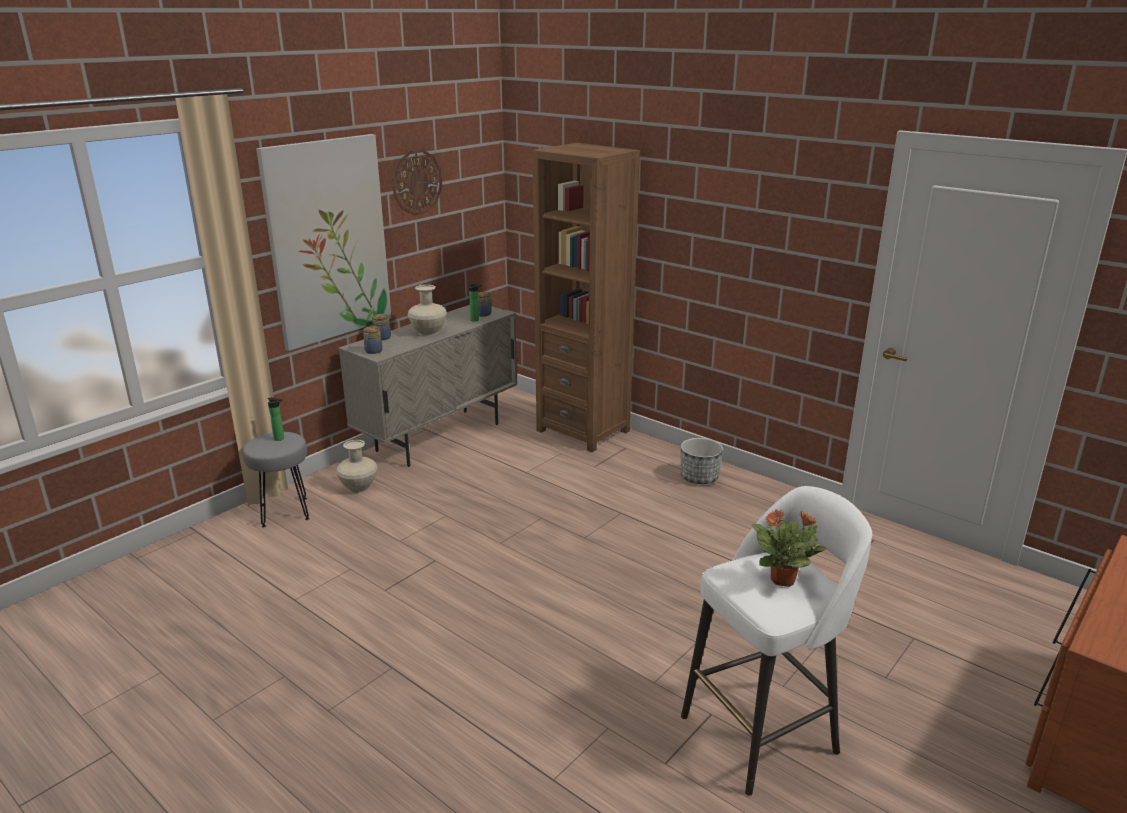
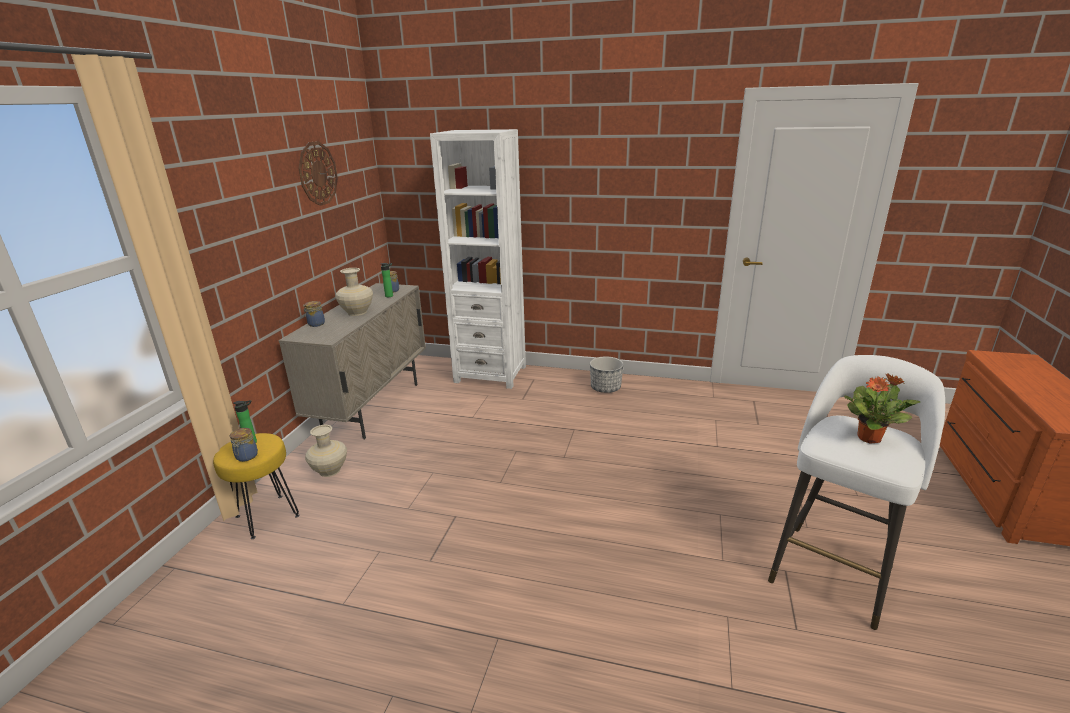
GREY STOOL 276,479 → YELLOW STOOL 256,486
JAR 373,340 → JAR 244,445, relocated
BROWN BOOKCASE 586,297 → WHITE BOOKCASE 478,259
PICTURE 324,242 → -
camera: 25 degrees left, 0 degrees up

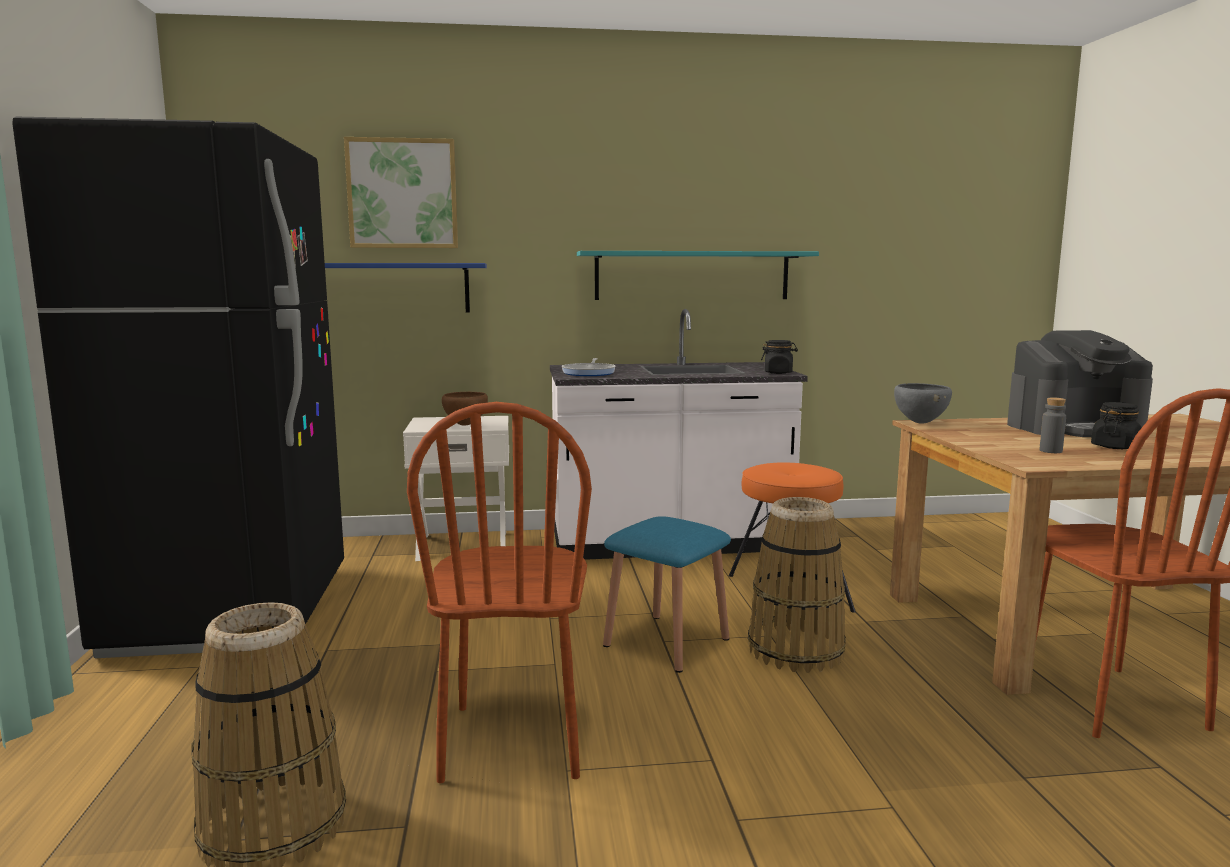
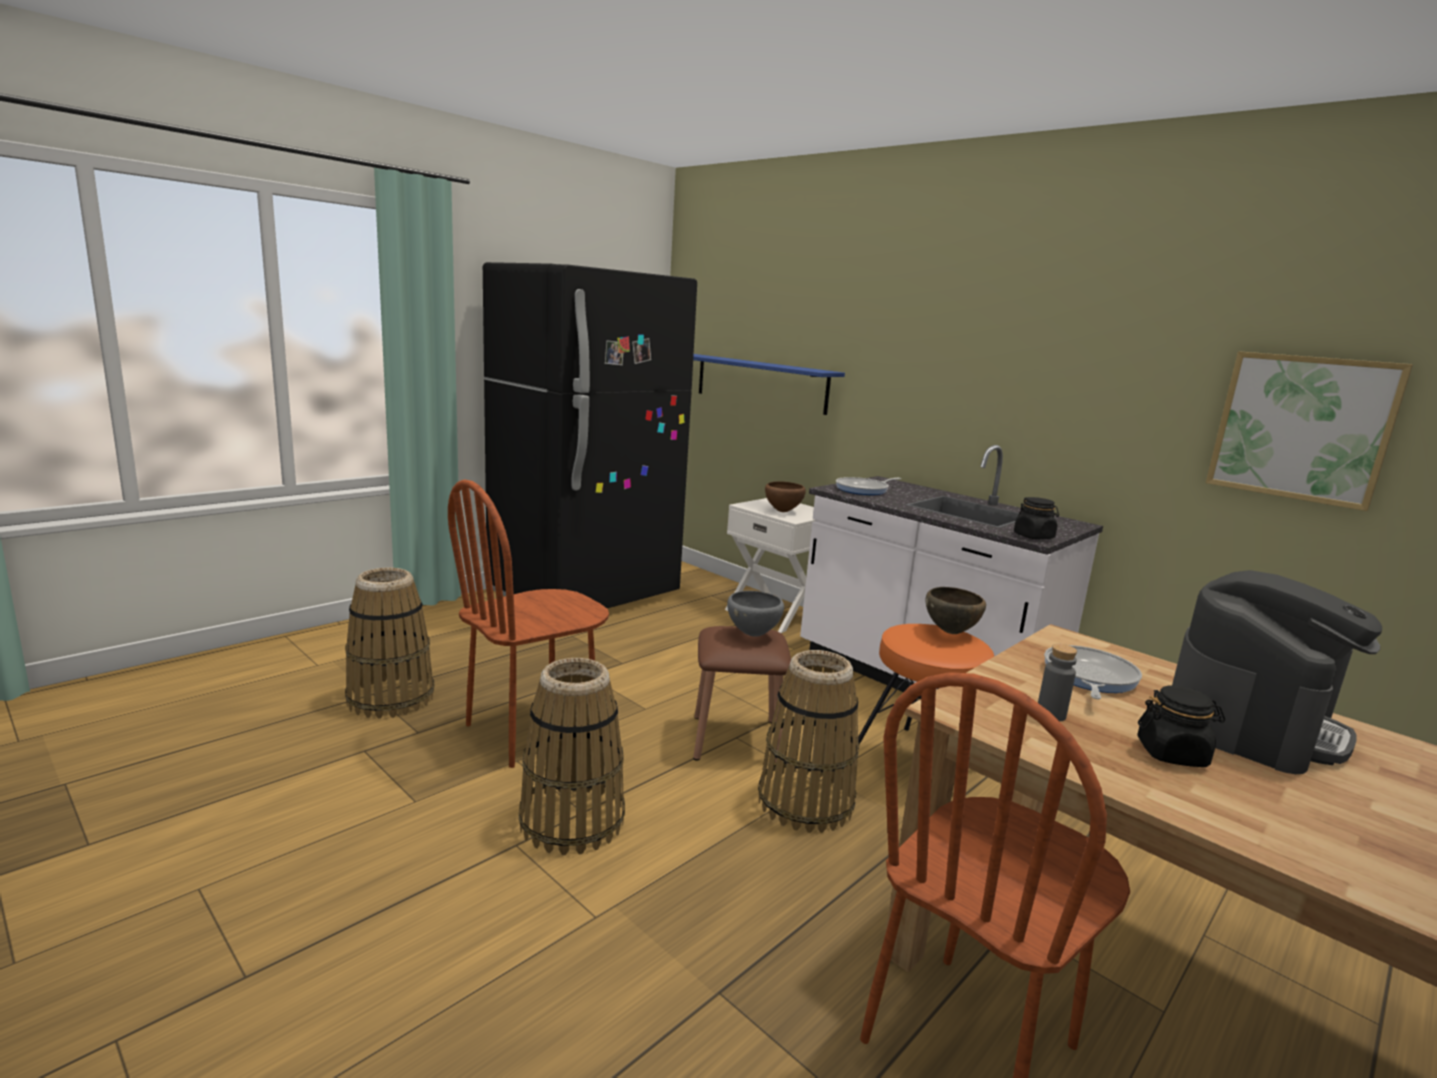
- → BASKET 572,756
BLUE STOOL 667,594 → BROWN STOOL 742,694
GREY BOWL 923,403 → GREY BOWL 755,614, relocated
- → BROWN BOWL 956,610
- → FRYING PAN 1093,672
COFFEE MACHINE 1080,383 → COFFEE MACHINE 1277,672, 90 degrees counterclockwise
PICTURE 401,192 → PICTURE 1309,431, relocated
TURQUOISE SHELF 698,275 → -
camera: 50 degrees right, 5 degrees up

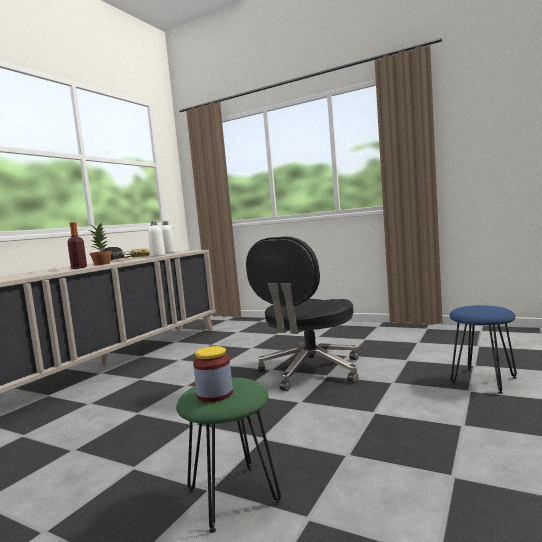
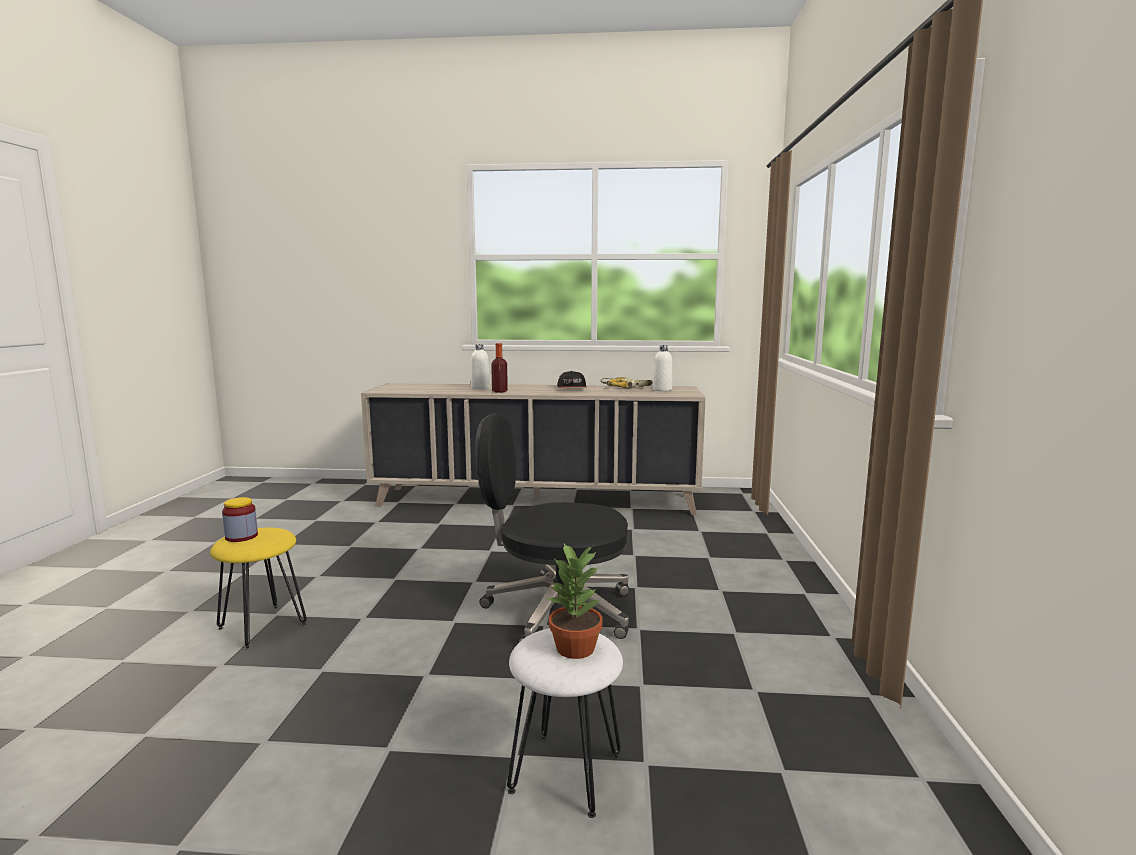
GREEN STOOL 228,455 → YELLOW STOOL 258,588
WHITE BOTTLE 156,239 → WHITE BOTTLE 480,366, relocated
BLUE STOOL 483,349 → WHITE STOOL 565,723
POTTED PLANT 101,244 → POTTED PLANT 575,601, relocated
camera: 65 degrees right, 5 degrees up

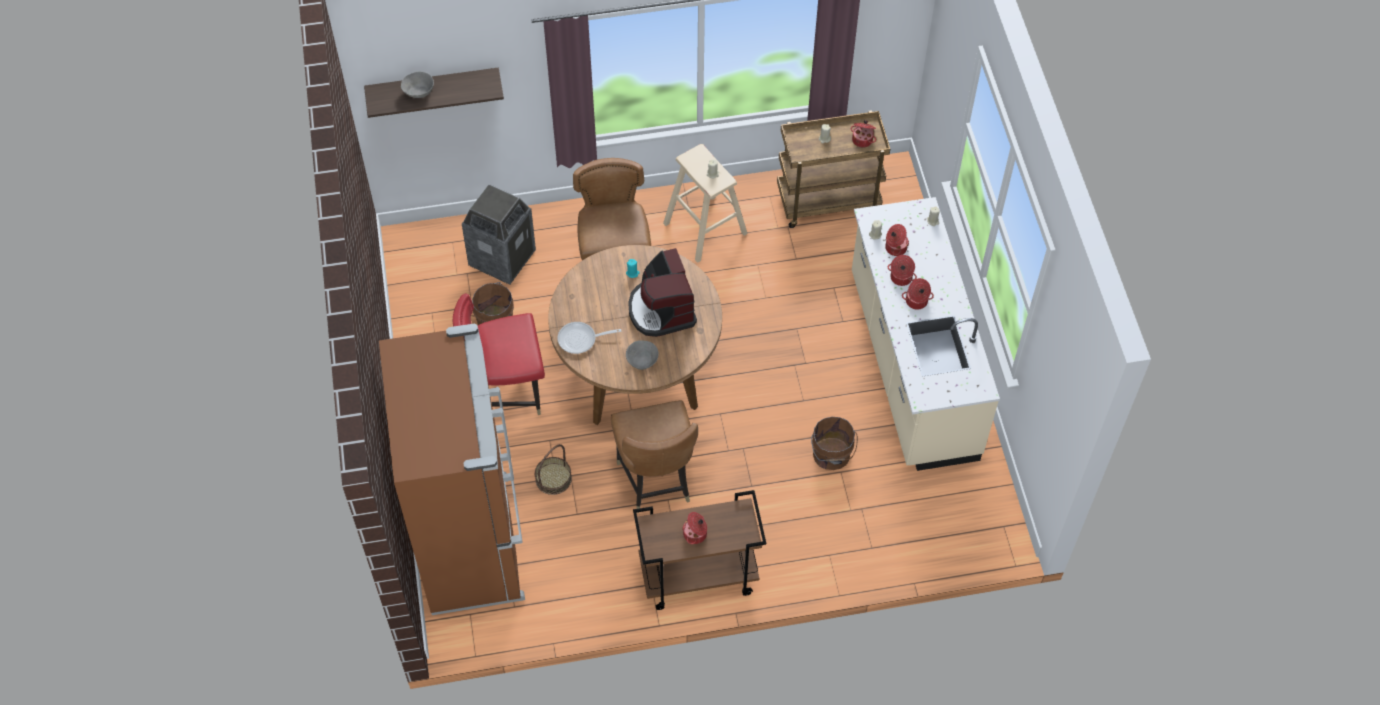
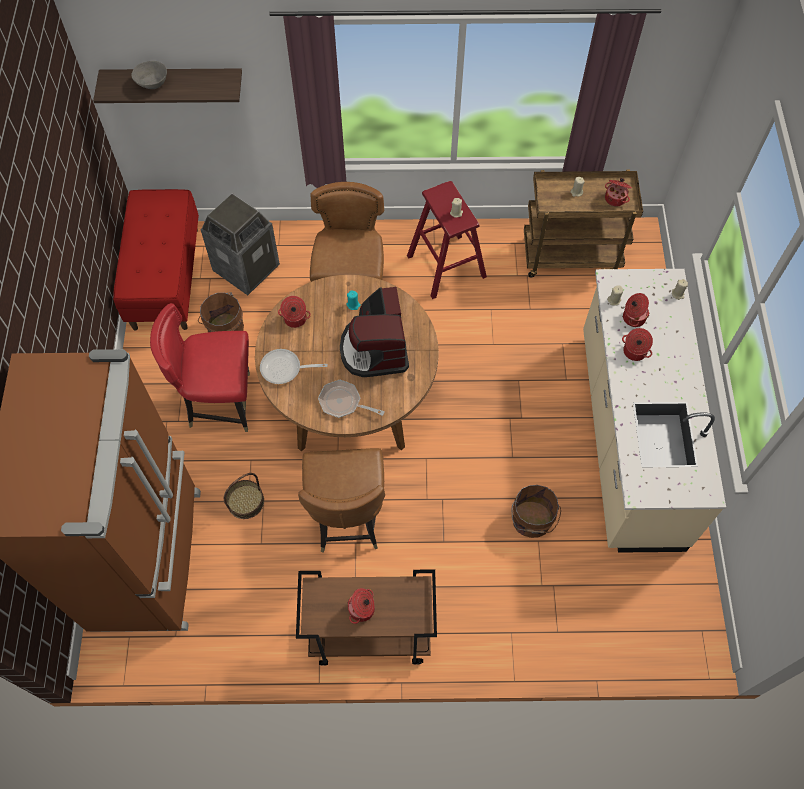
- → RED BENCH 156,259
COOKING POT 918,294 → COOKING POT 294,312, relocated
GREY BOWL 642,355 → FRYING PAN 351,399
BEIGE STOOL 705,203 → RED STOOL 447,240
camera: 10 degrees right, 5 degrees up

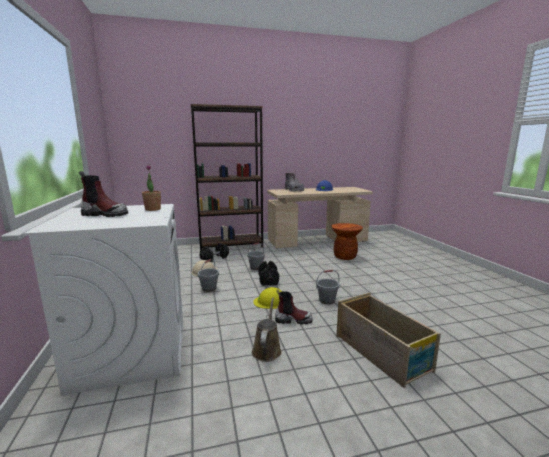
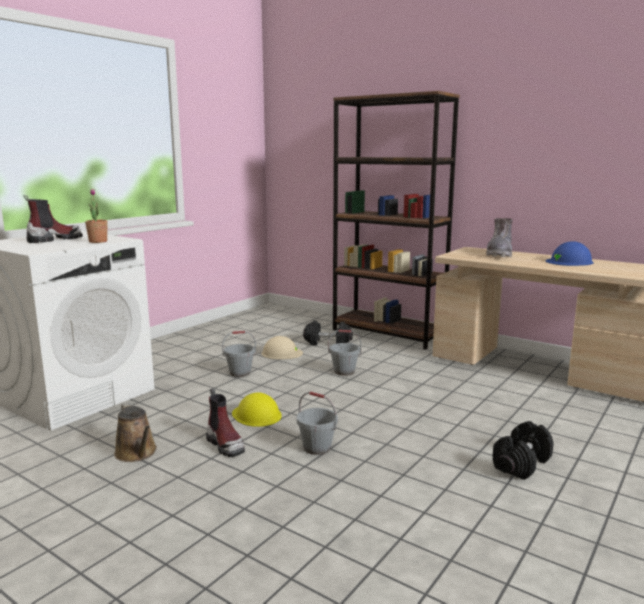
BOOT 103,194 → BOOT 53,219, 105 degrees counterclockwise
BROWN WATERING CAN 267,330 → BROWN WATERING CAN 135,432, 90 degrees clockwise
BLACK DUMBBELL 268,273 → BLACK DUMBBELL 523,450, relocated
BROWN STOOL 347,241 → -
CRATE 388,340 → -
camera: 50 degrees right, 0 degrees up

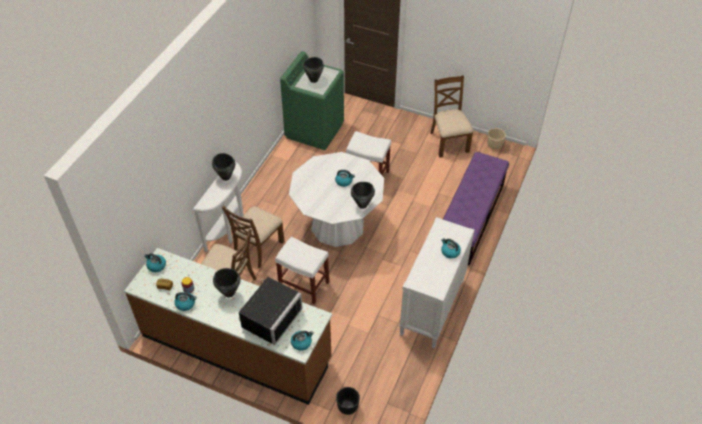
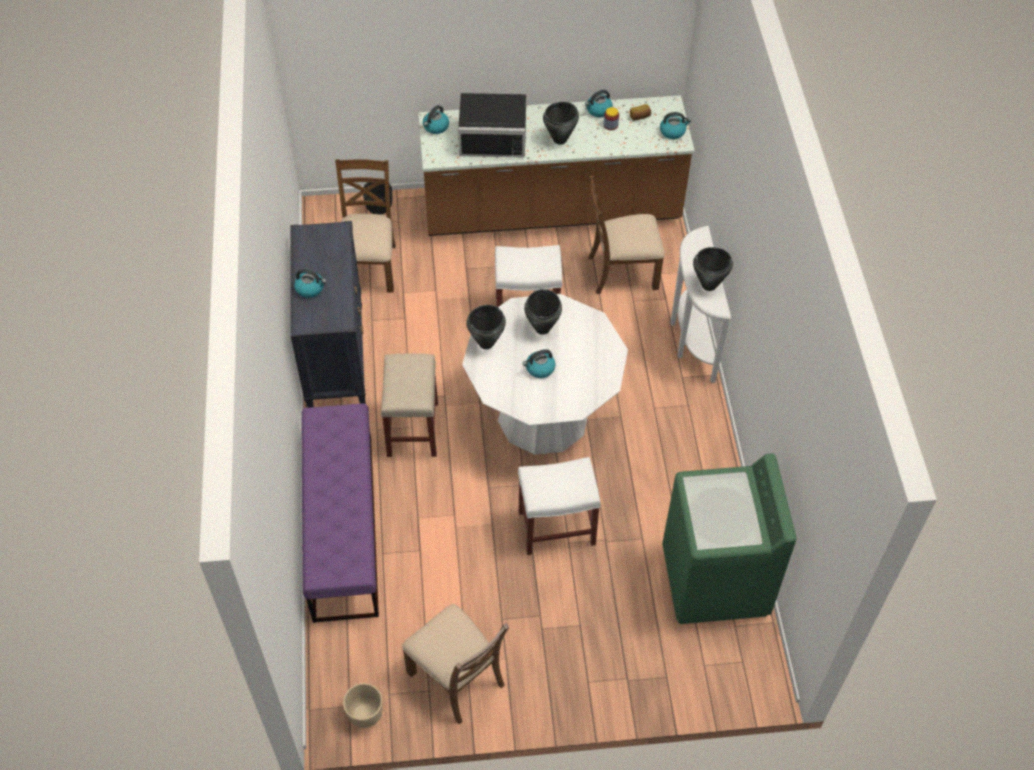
WHITE DRESSER 436,283 → BLACK DRESSER 328,314
BROWN CHAIR 253,237 → BROWN CHAIR 365,226, relocated
- → BEIGE STOOL 409,405
BLACK MICROWAVE 271,311 → BLACK MICROWAVE 492,125, 90 degrees counterclockwise
BLACK COOKING POT 313,70 → BLACK COOKING POT 543,312, relocated
camera: 150 degrees right, 5 degrees up

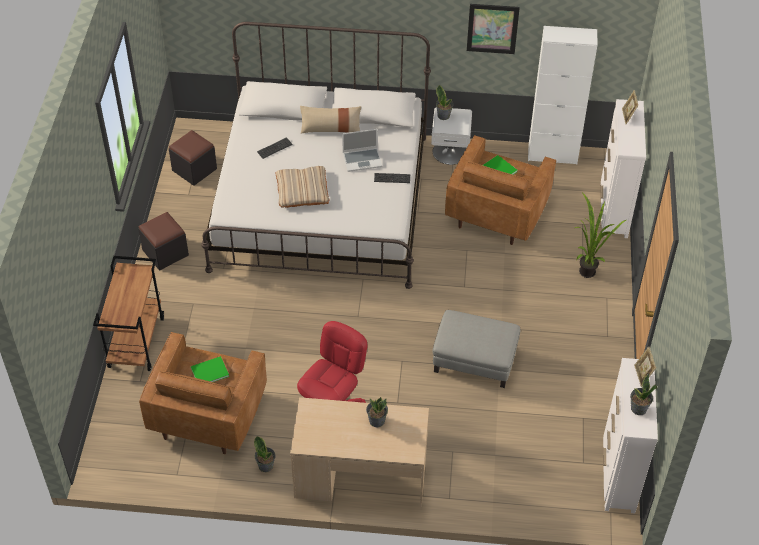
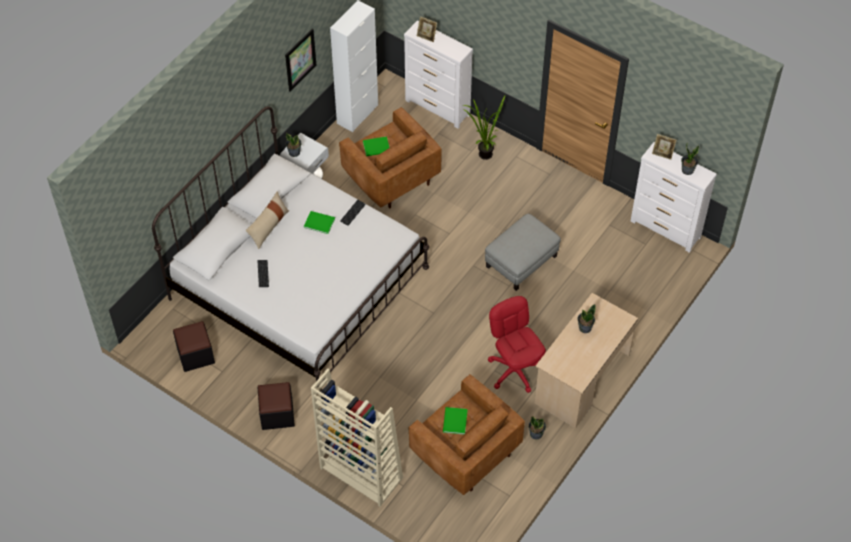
LAPTOP 362,150 → GREEN BOOK 319,222
BROWN CART 128,313 → BEIGE BOOKCASE 357,437
BEIGE PILLOW 302,187 → -
camera: 60 degrees left, 5 degrees up

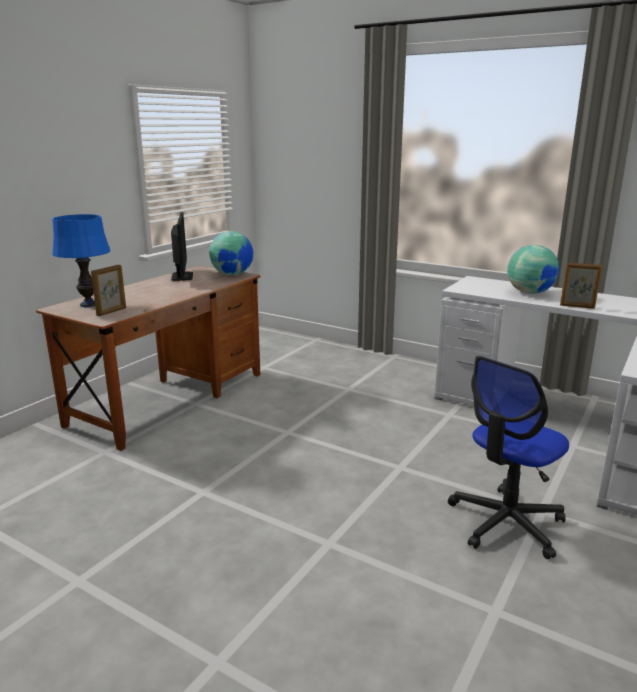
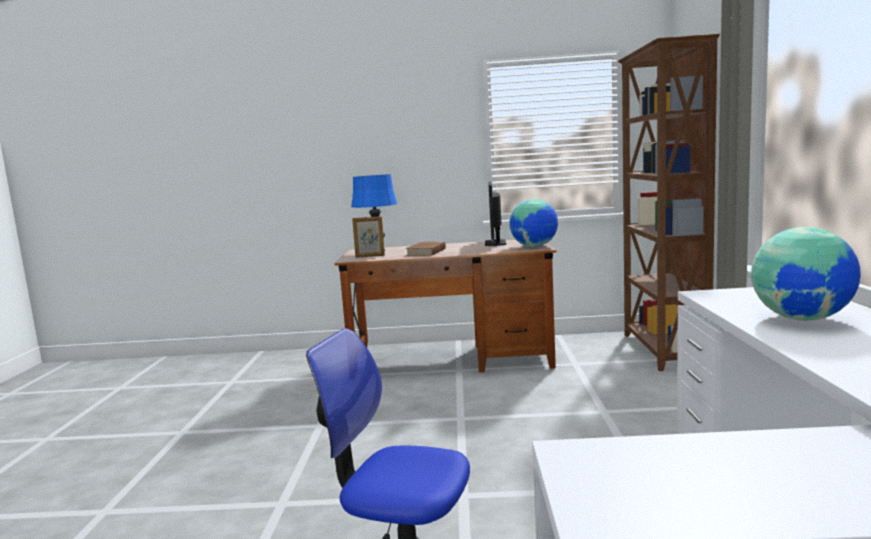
- → BROWN BOOK 425,249
MONITOR 182,246 → MONITOR 495,214, 135 degrees clockwise
- → BROWN BOOKCASE 668,202
PICTURE FRAME 581,285 → -
camera: 60 degrees right, 10 degrees down

